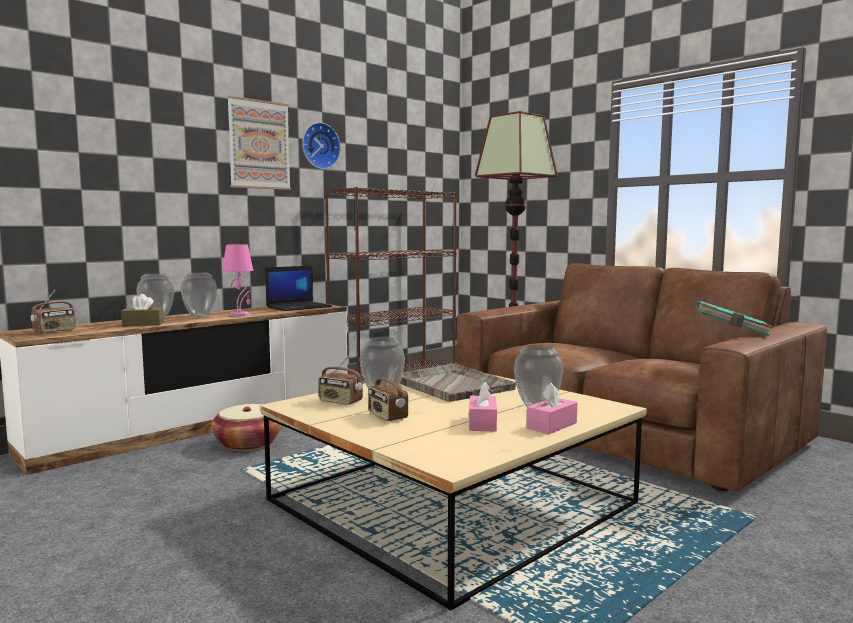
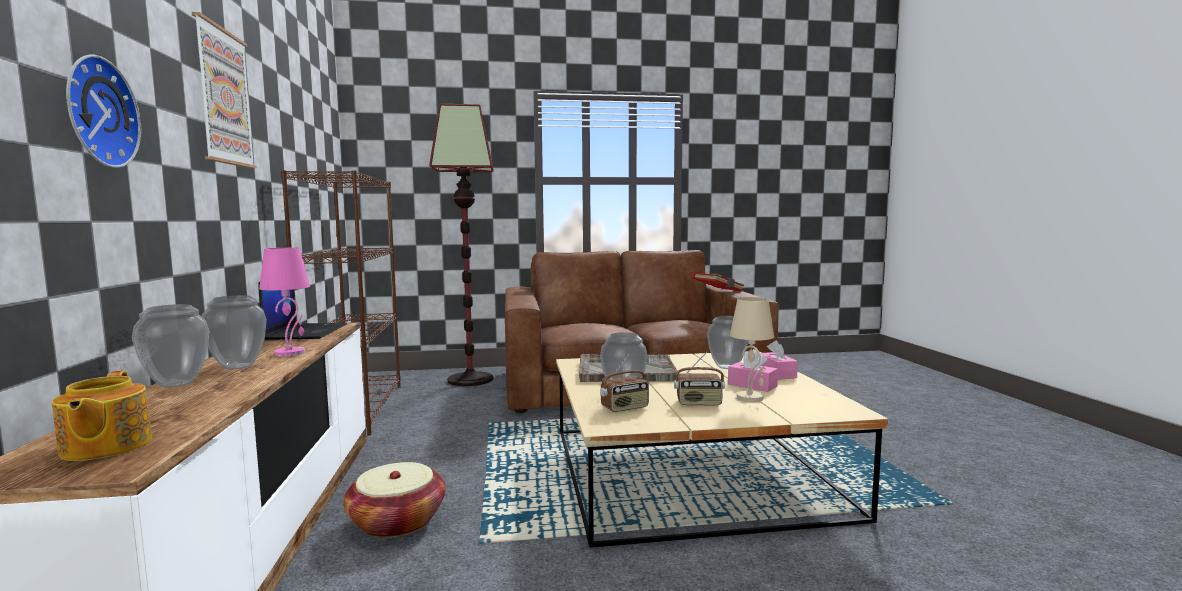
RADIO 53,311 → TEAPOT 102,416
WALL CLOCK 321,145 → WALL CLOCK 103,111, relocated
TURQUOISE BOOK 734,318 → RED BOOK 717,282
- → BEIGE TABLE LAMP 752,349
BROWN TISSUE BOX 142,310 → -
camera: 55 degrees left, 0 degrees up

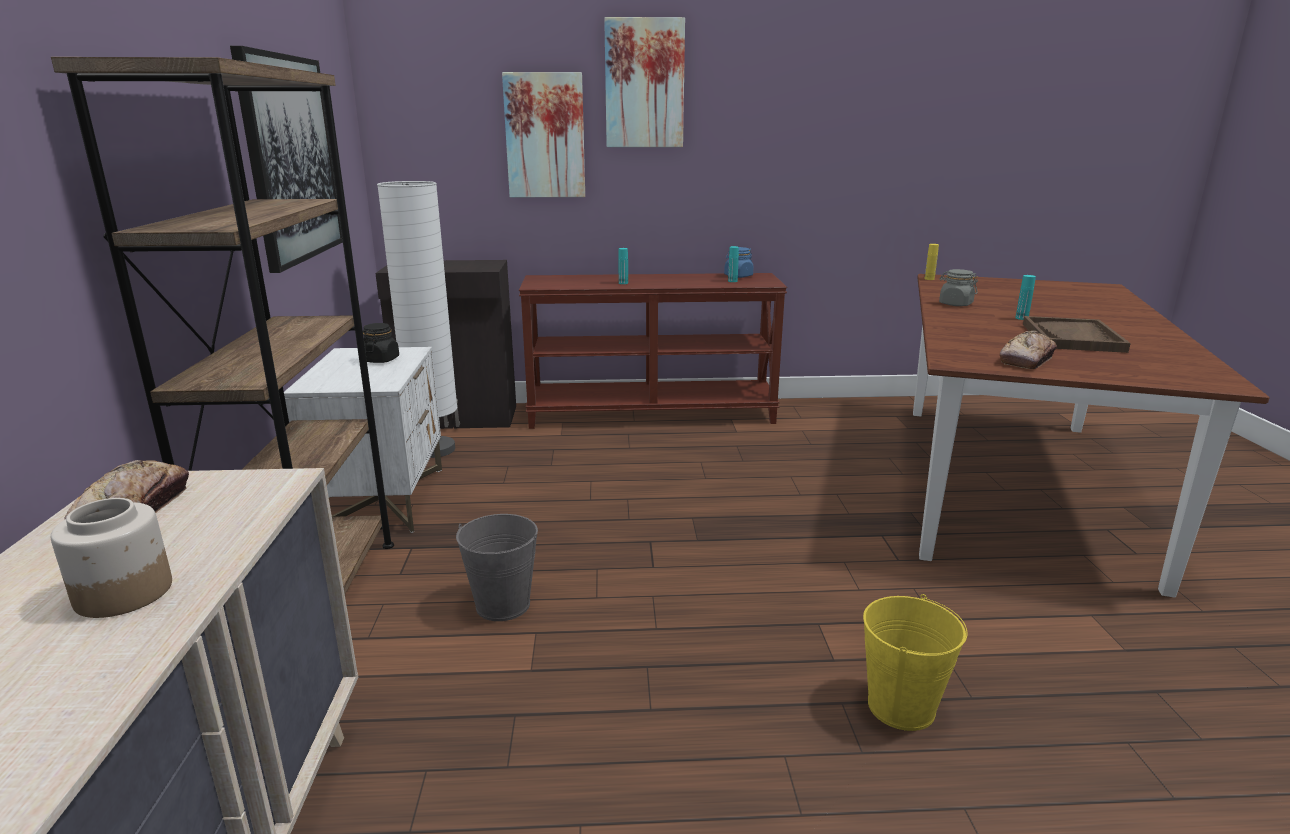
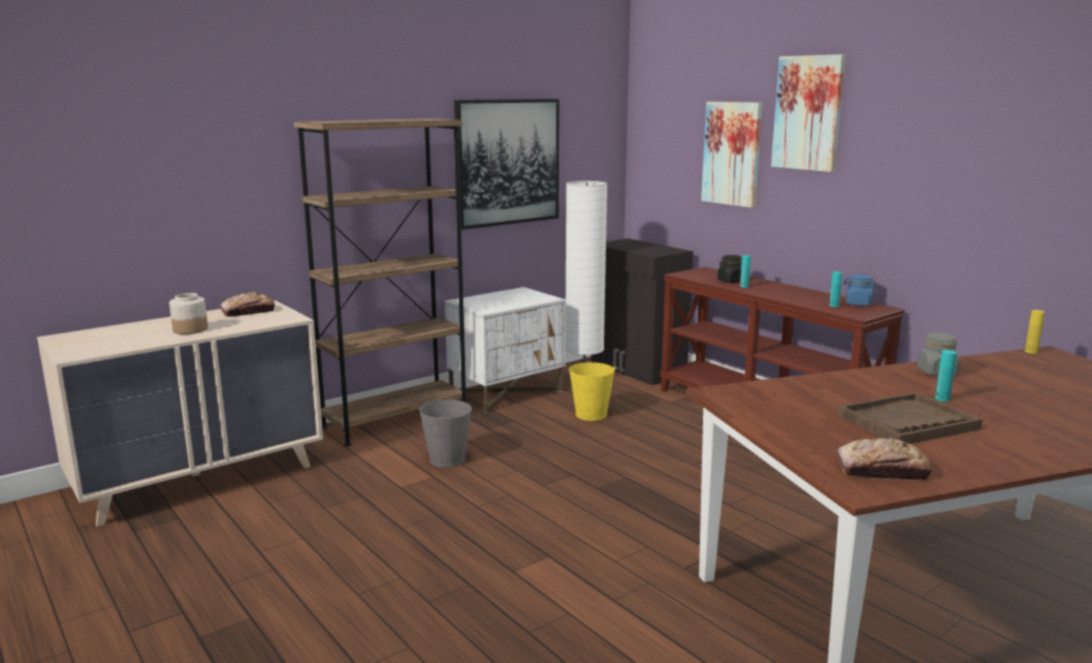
YELLOW BUCKET 915,662 → YELLOW BUCKET 592,391, relocated
BLACK JAR 381,343 → BLACK JAR 729,269, relocated
BREAD 1028,350 → BREAD 884,459, relocated
camera: 55 degrees right, 5 degrees down

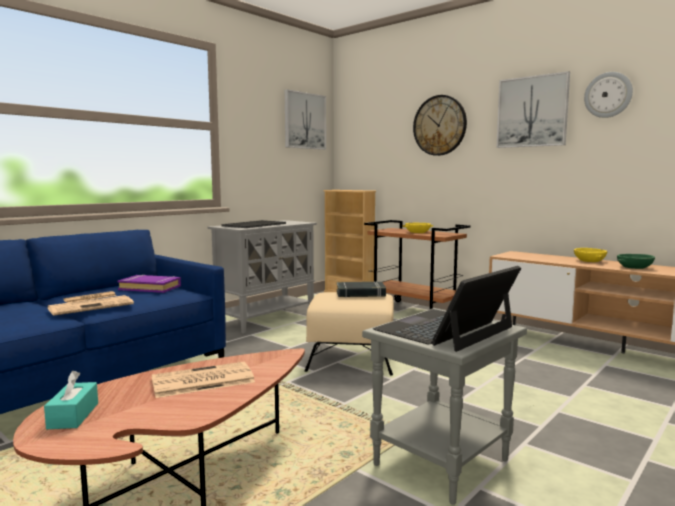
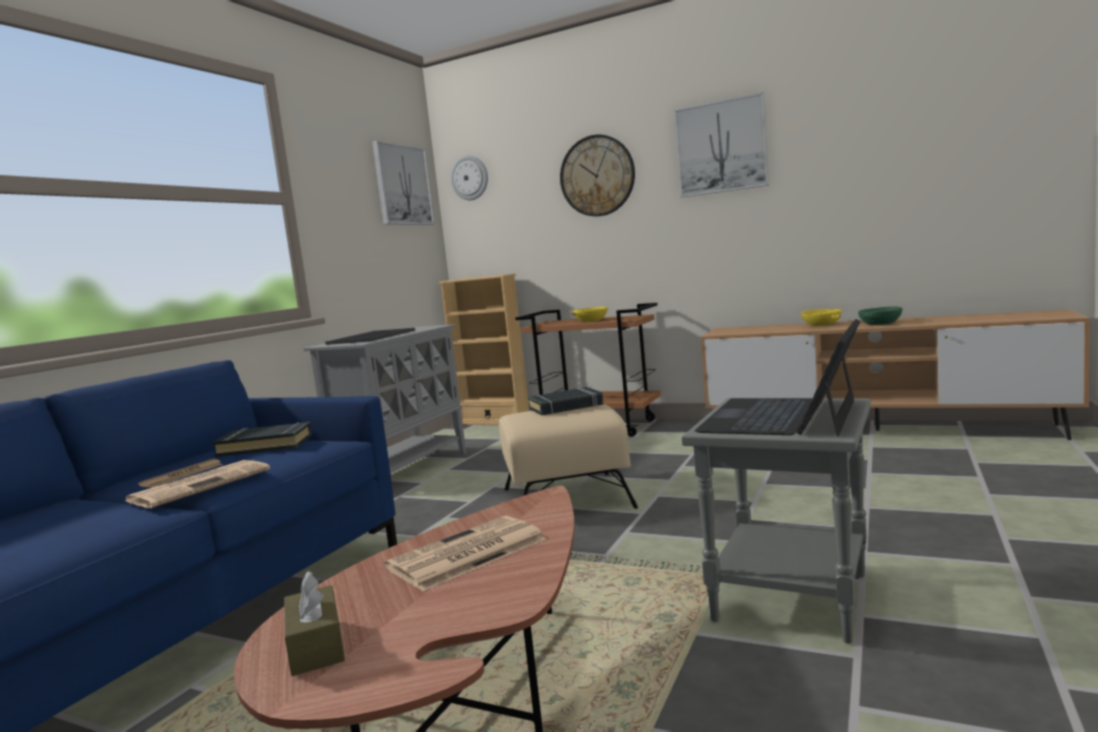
PURPLE BOOK 149,284 → BLACK BOOK 262,439
TURQUOISE TISSUE BOX 71,400 → BROWN TISSUE BOX 314,623
WALL CLOCK 608,95 → WALL CLOCK 469,178, relocated
camera: 15 degrees left, 0 degrees up

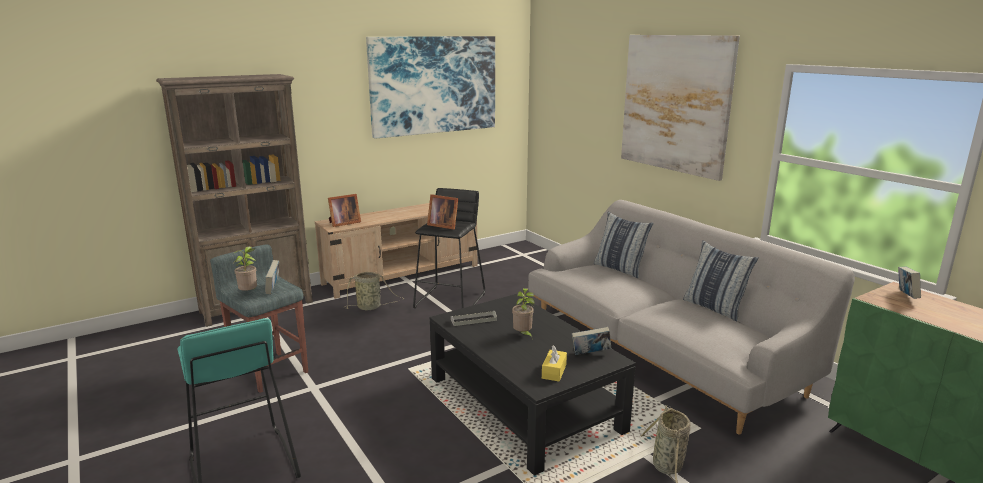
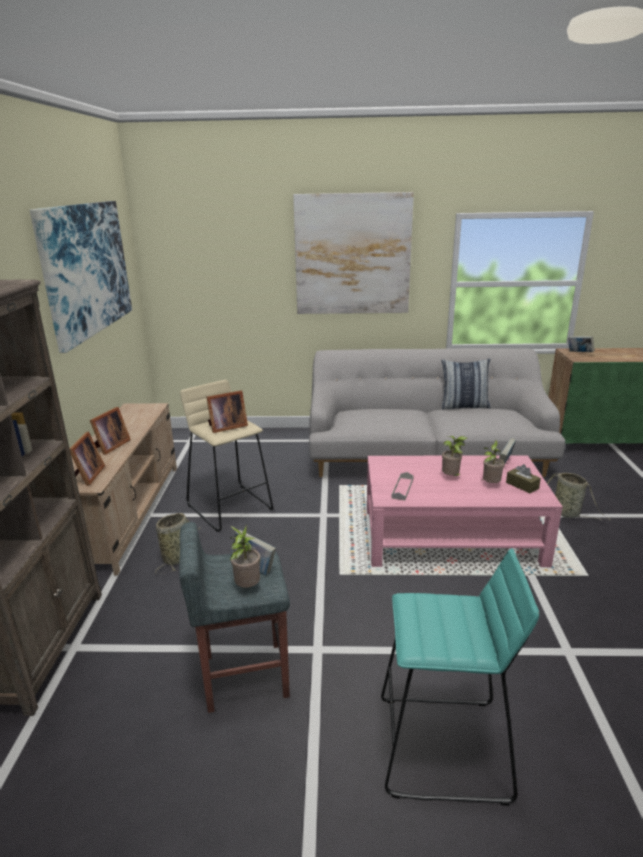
- → PICTURE FRAME 110,431
BLACK STOOL 449,248 → BEIGE STOOL 226,456
BLACK COFFEE TABLE 532,385 → PINK COFFEE TABLE 465,511
- → POTTED PLANT 493,461
YELLOW TISSUE BOX 554,363 → BROWN TISSUE BOX 523,478
PILLOW 624,245 → -
camera: 55 degrees left, 5 degrees up

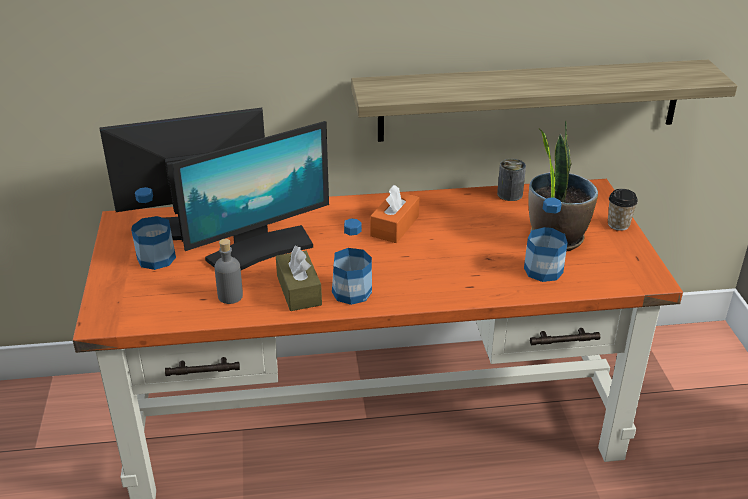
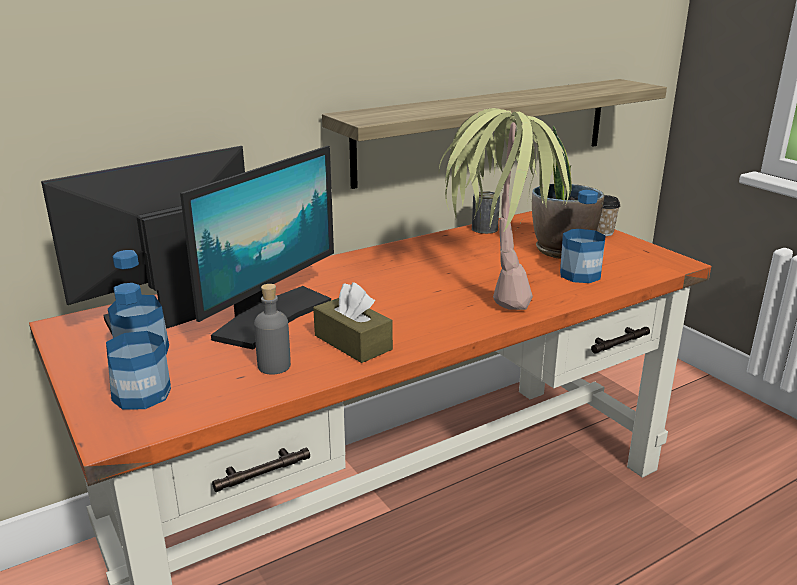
BOTTLE 352,261 → BOTTLE 138,346, relocated
- → POTTED PLANT 504,209
ORANGE TISSUE BOX 394,214 → -
camera: 25 degrees left, 10 degrees down

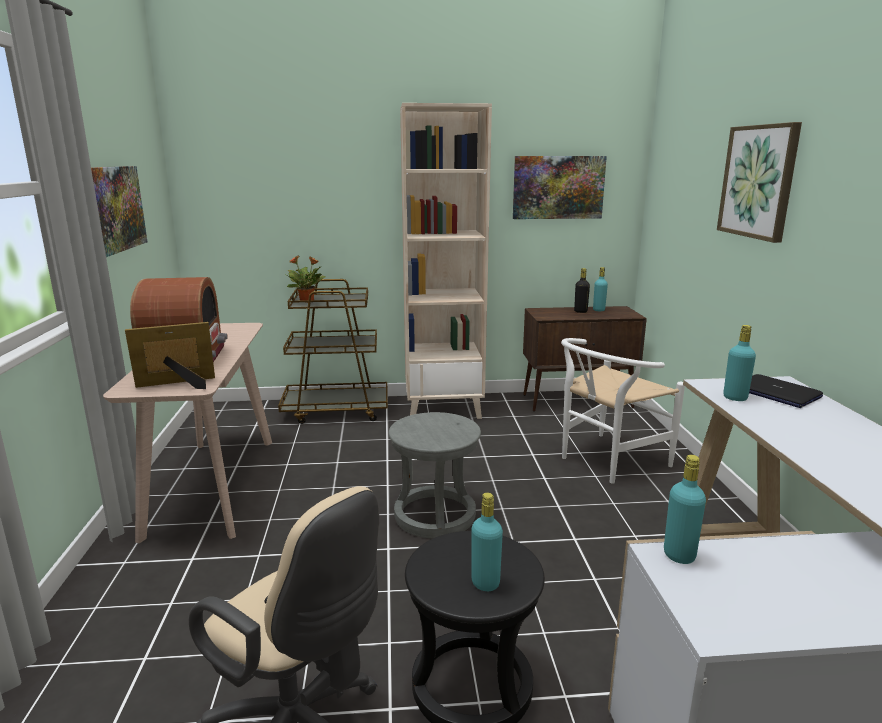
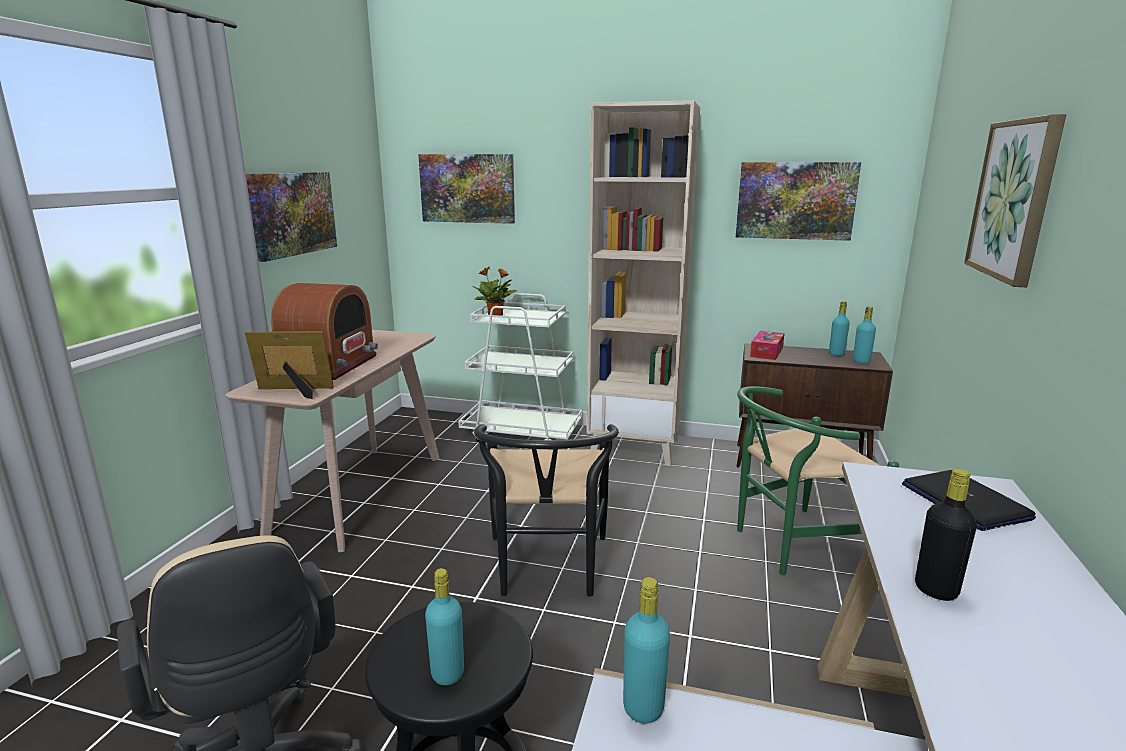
- → PICTURE 466,189
BROWN CART 333,351 → WHITE CART 520,371
GREY STOOL 435,475 → BLACK CHAIR 546,510
WHITE CHAIR 623,411 → GREEN CHAIR 818,480
- → TISSUE BOX 767,345
TURQUOISE BOTTLE 739,363 → TURQUOISE BOTTLE 864,335, relocated
BLACK BOTTLE 582,290 → BLACK BOTTLE 946,535, relocated
camera: 20 degrees right, 0 degrees up

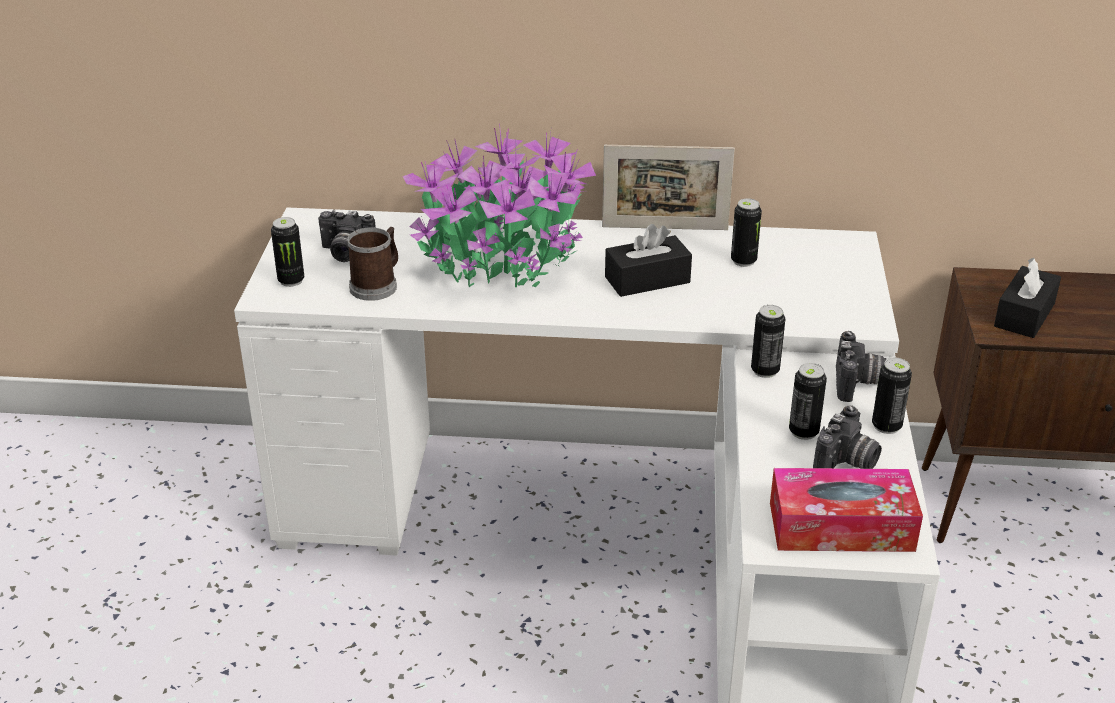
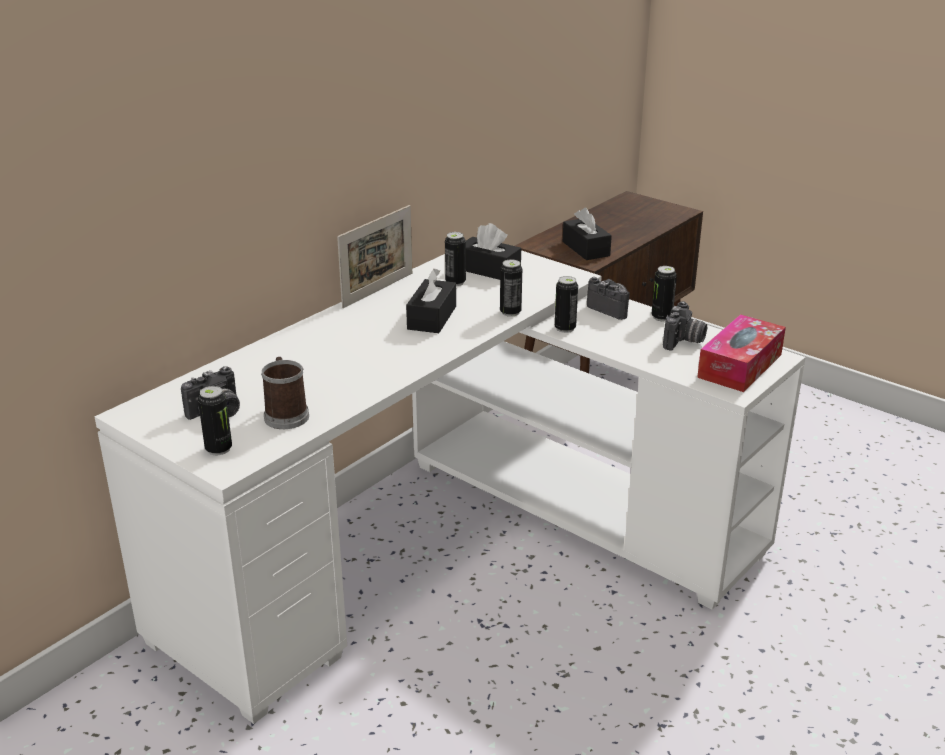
- → BLACK TISSUE BOX 493,251
CAN 808,401 → CAN 511,288, relocated
PHOTO CAMERA 847,437 → PHOTO CAMERA 685,326, 45 degrees clockwise
POTTED PLANT 499,205 → -
camera: 55 degrees left, 5 degrees down

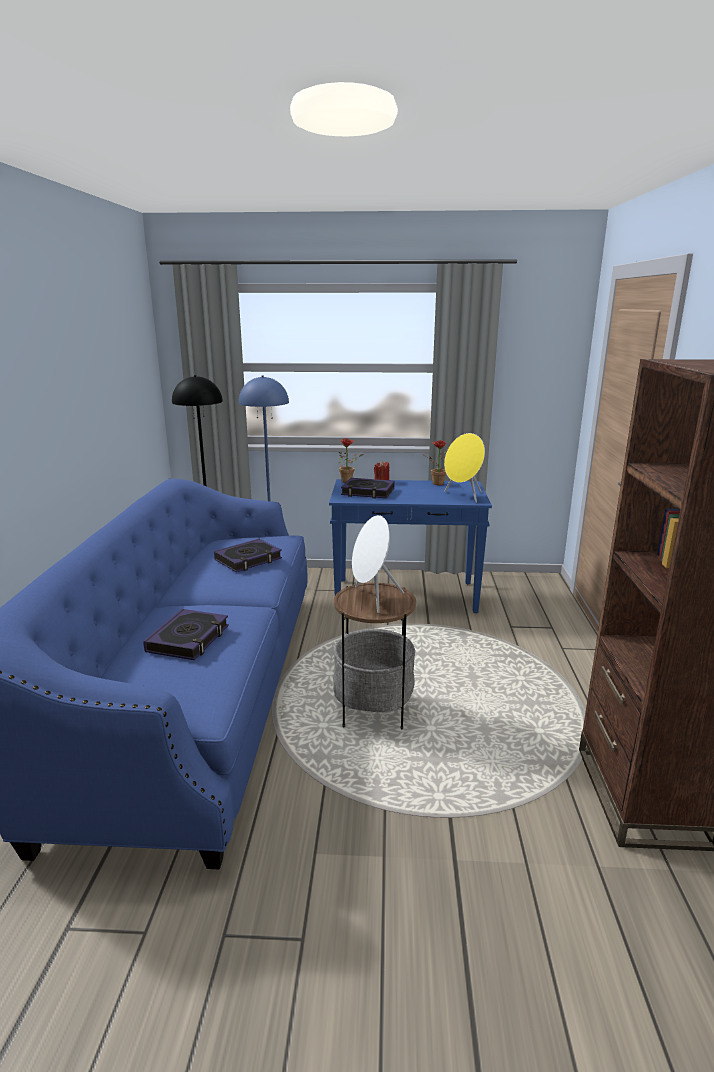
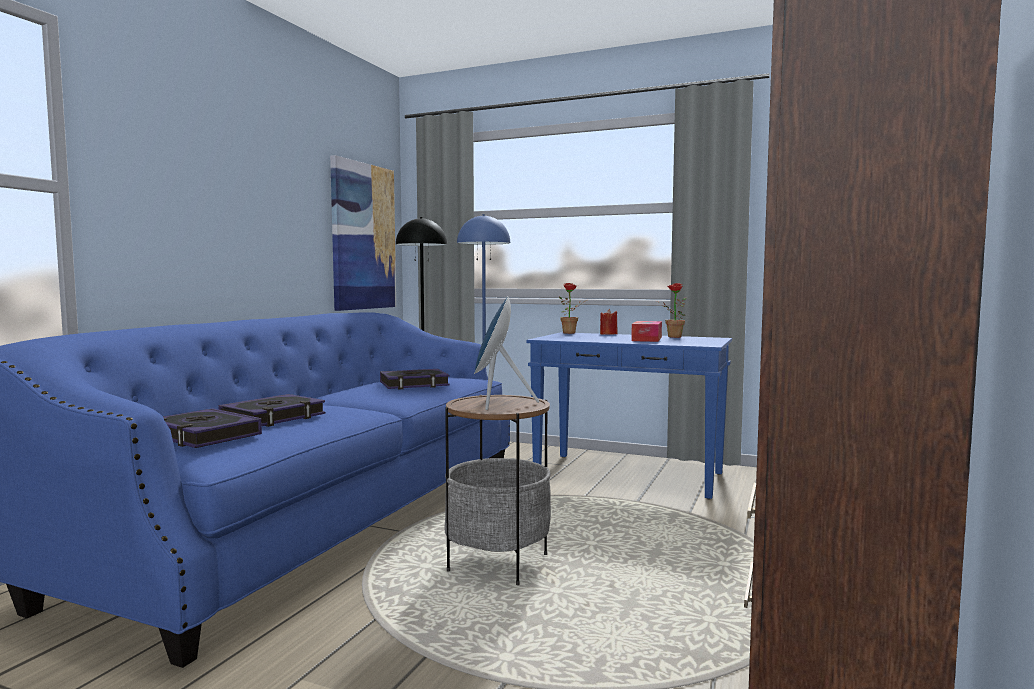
BOOK 367,488 → BOOK 212,428, relocated
- → PICTURE 363,233
WHITE SPEAKER 378,564 → BLUE SPEAKER 506,353
- → TISSUE BOX 646,331
YELLOW SPEAKER 464,468 → -
camera: 20 degrees right, 15 degrees down

